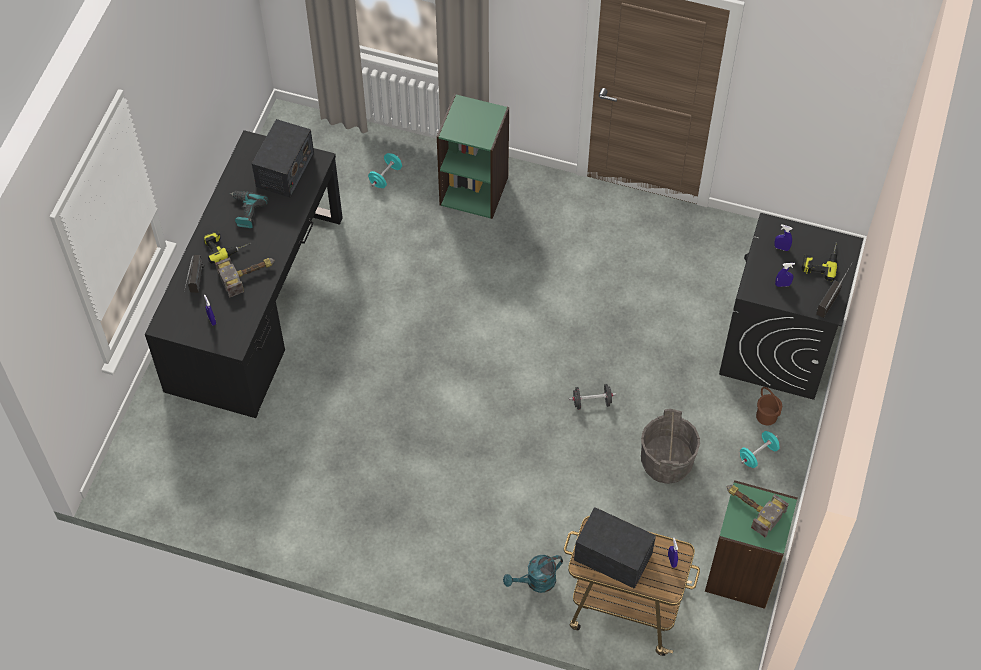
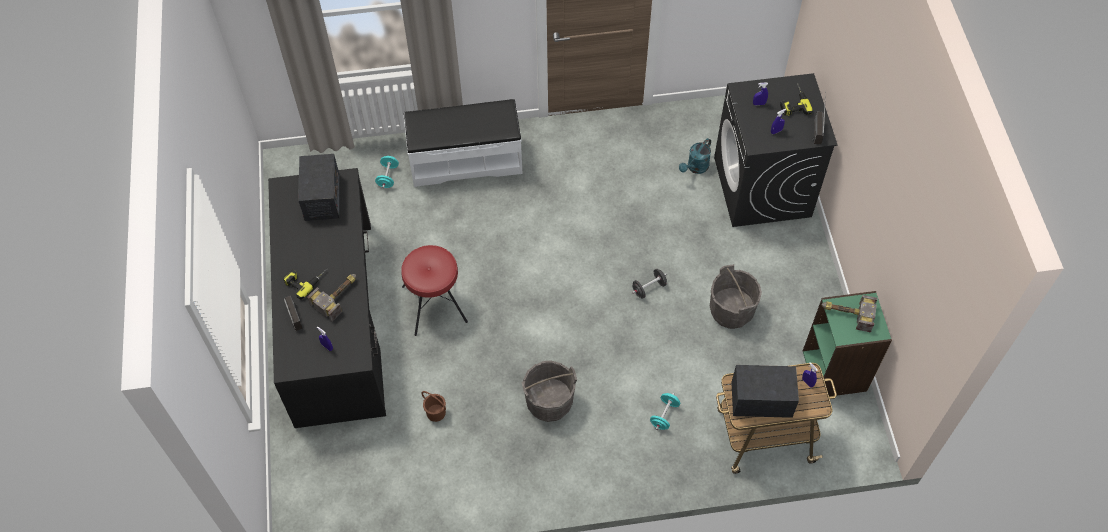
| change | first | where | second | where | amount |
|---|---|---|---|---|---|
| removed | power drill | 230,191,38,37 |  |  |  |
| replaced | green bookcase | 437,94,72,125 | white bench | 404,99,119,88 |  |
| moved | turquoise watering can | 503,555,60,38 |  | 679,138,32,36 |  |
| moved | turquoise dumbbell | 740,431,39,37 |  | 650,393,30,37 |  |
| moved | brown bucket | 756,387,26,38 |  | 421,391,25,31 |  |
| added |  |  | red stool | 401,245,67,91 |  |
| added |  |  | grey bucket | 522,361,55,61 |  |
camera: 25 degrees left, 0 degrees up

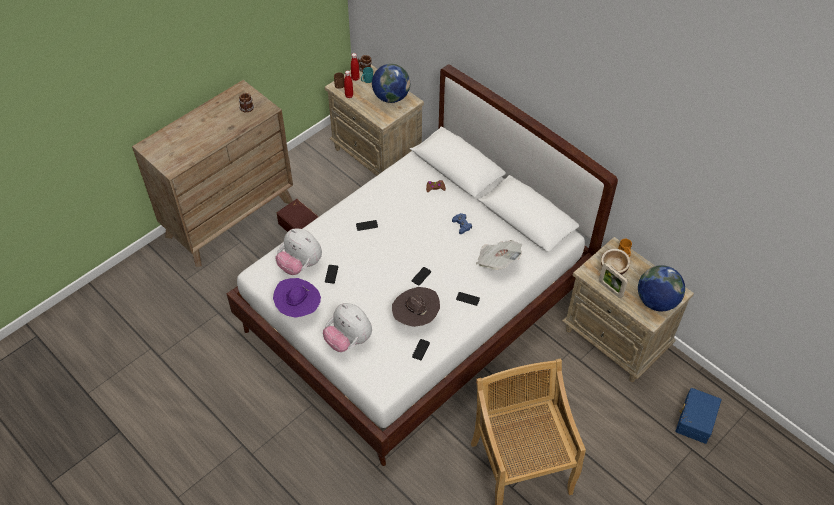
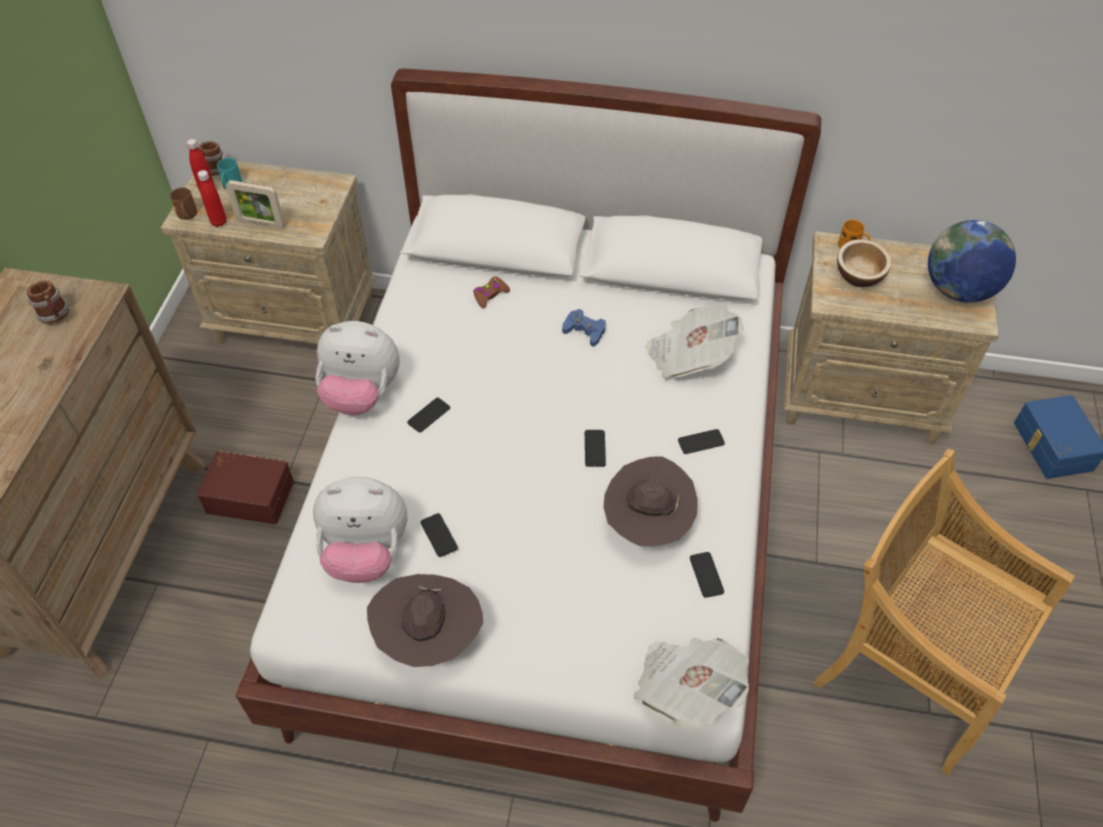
| change | first | where | second | where | amount |
|---|---|---|---|---|---|
| recoloured | purple hat | 273,278,48,40 | brown hat | 367,574,116,93 |  |
| moved | plush toy | 323,303,49,49 |  | 315,321,85,94 |  |
| removed | globe | 372,64,38,39 |  |  |  |
| moved | picture frame | 599,263,29,35 |  | 226,180,59,49 |  |
| added |  |  | newspaper | 633,638,116,91 |  |
camera: 35 degrees left, 0 degrees up

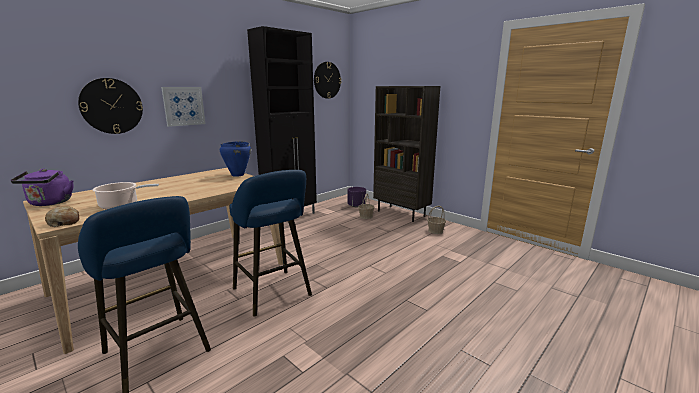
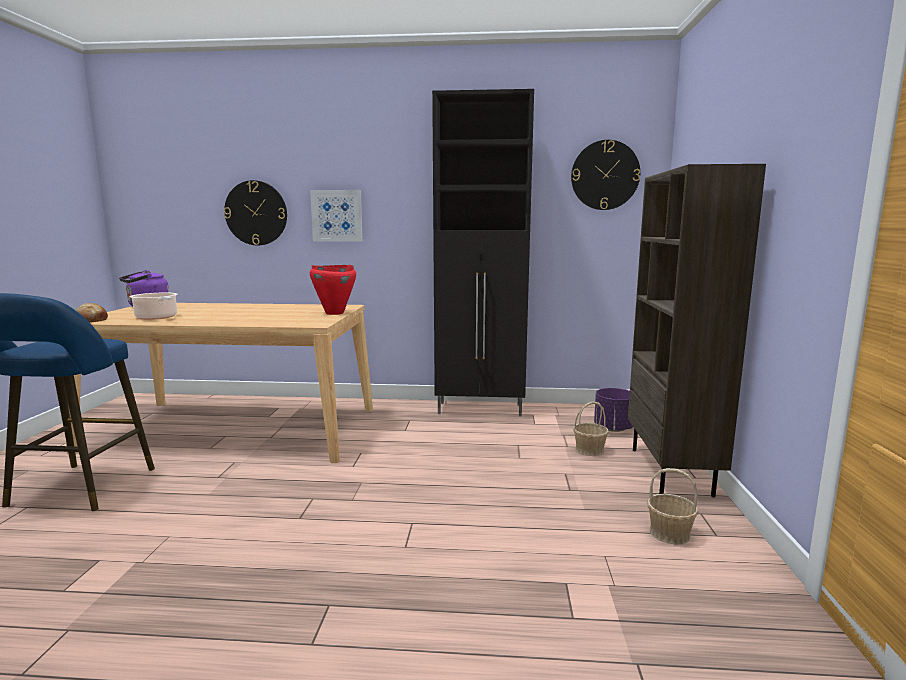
| change | first | where | second | where | amount |
|---|---|---|---|---|---|
| recoloured | blue cooking pot | 220,141,31,36 | red cooking pot | 310,265,46,50 |  |
| removed | blue stool | 229,170,83,147 |  |  |  |
camera: 50 degrees right, 5 degrees down

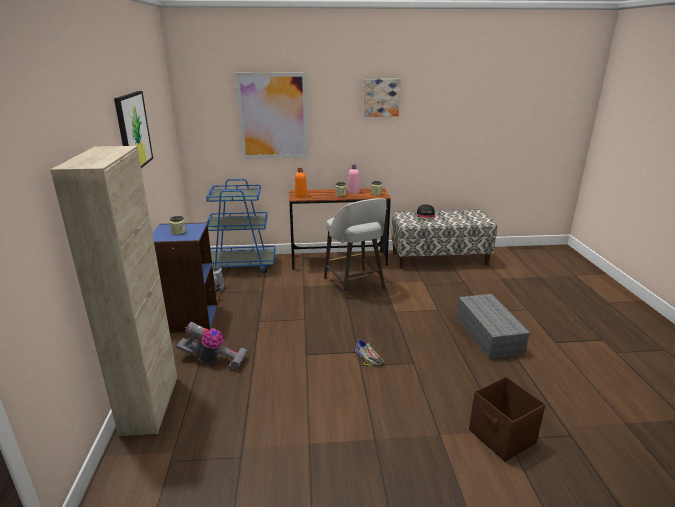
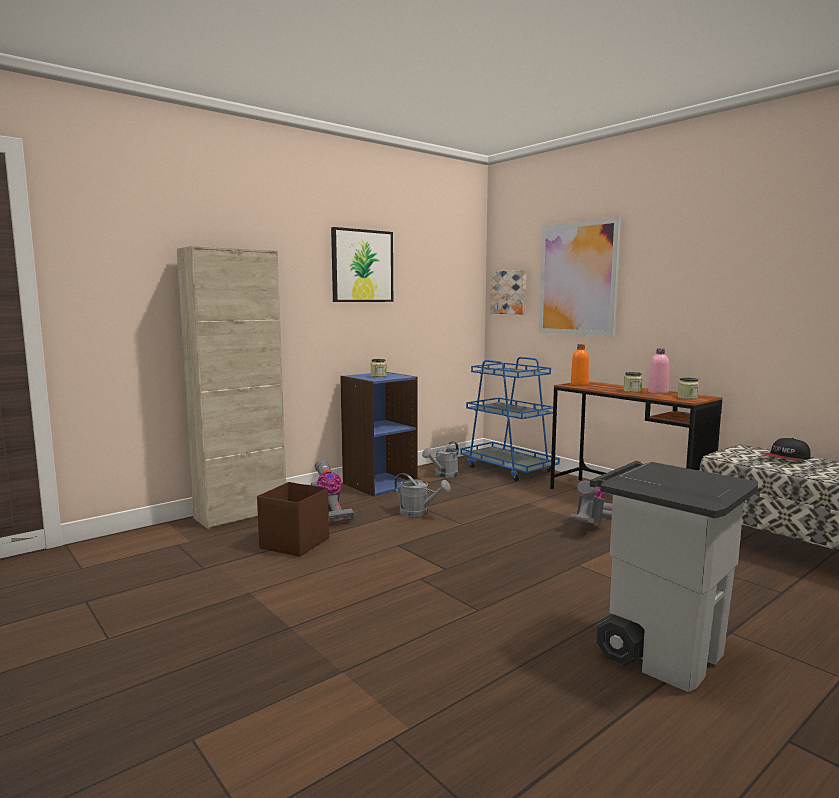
| change | first | where | second | where | amount |
|---|---|---|---|---|---|
| replaced | grey stool | 324,198,63,101 | vacuum cleaner | 571,481,41,44 |  |
| removed | shoe | 355,339,29,26 |  |  |  |
| moved | picture | 363,79,38,38 |  | 491,270,35,44 |  |
| replaced | grey storage box | 457,294,73,65 | grey trash can | 590,461,168,231 |  |
| moved | brown storage box | 469,377,77,85 |  | 257,482,72,75 |  |
| added |  |  | grey watering can | 394,473,57,44 |  |
camera: 55 degrees right, 15 degrees down

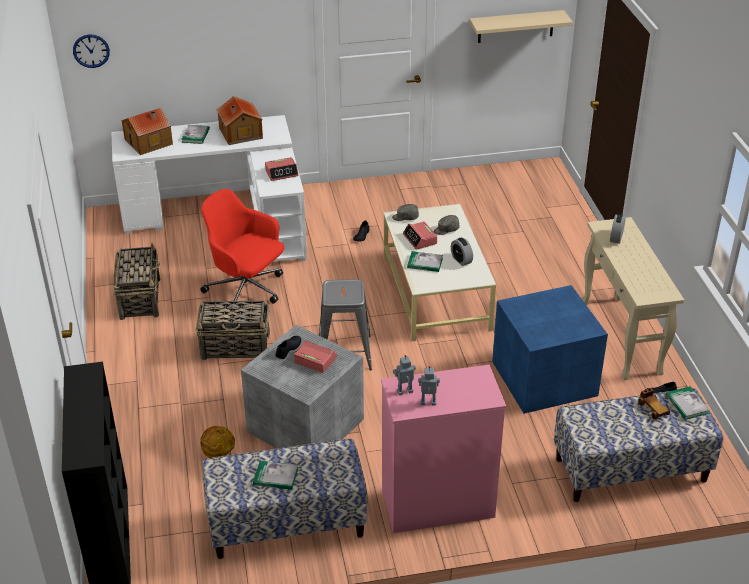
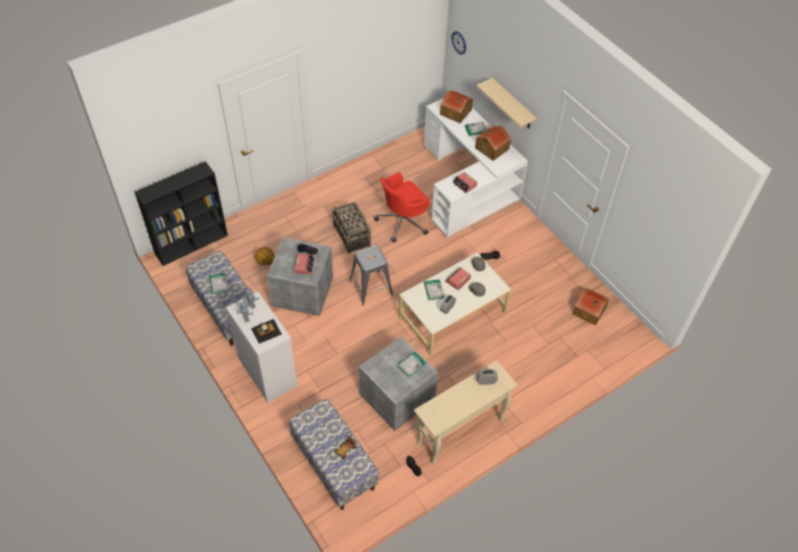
| change | first | where | second | where | amount |
|---|---|---|---|---|---|
| removed | basket | 113,243,47,77 |  |  |  |
| turned | red office chair | 200,189,84,115 |  | 374,173,56,70 | 135 degrees counterclockwise |
| recoloured | pink dresser | 381,365,125,168 | white dresser | 226,292,71,111 |  |
| moved | beige shelf | 469,10,104,33 |  | 476,78,61,50 |  |
| recoloured | blue storage box | 492,285,116,129 | grey storage box | 359,336,79,95 |  |
| moved | book | 666,386,44,34 |  | 397,352,29,25 |  |
| added |  |  | toy car | 251,319,31,25 |  |
| added |  |  | toy house | 572,287,38,39 |  |
camera: 65 degrees right, 15 degrees up

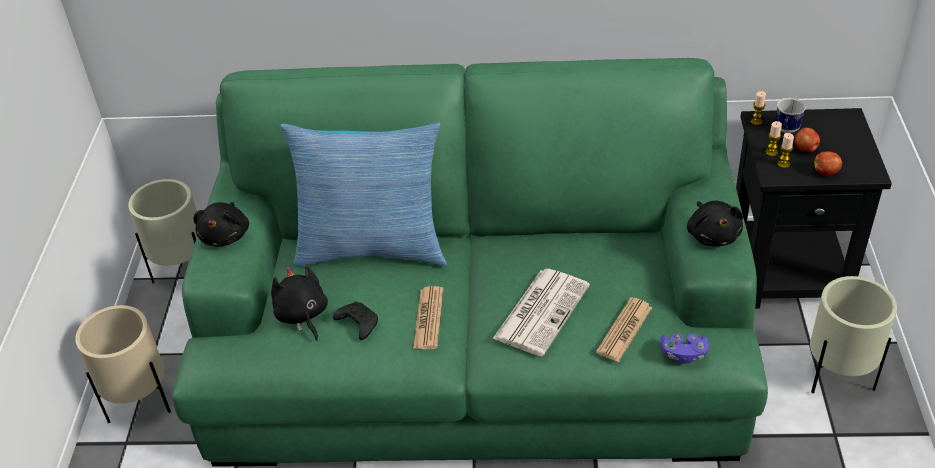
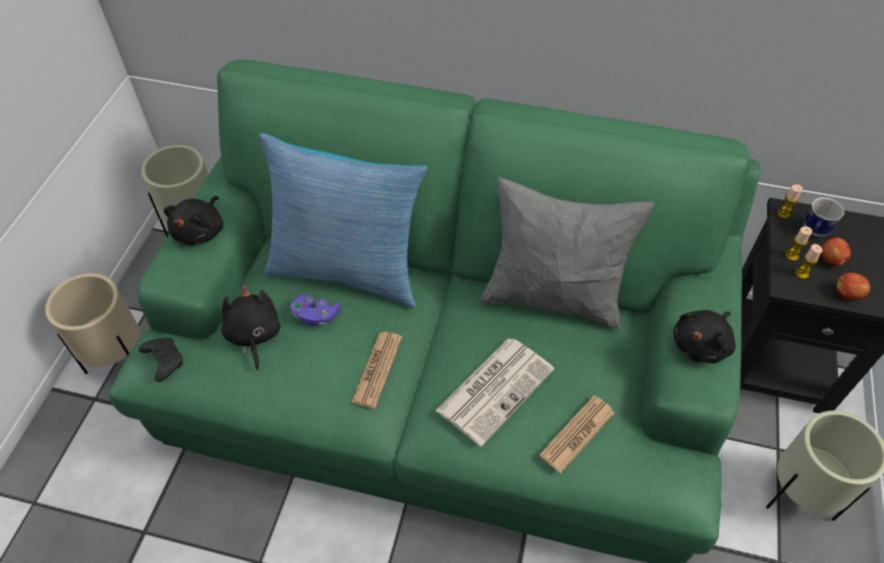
| change | first | where | second | where | amount |
|---|---|---|---|---|---|
| moved | black game controller | 333,301,45,39 |  | 139,338,44,44 |  |
| moved | purple game controller | 660,333,49,31 |  | 290,294,51,32 |  |
| turned | black plush toy | 687,201,56,45 |  | 673,310,63,53 | 45 degrees clockwise |
| added |  |  | grey pillow | 480,177,175,153 |  |
camera: 10 degrees right, 10 degrees up

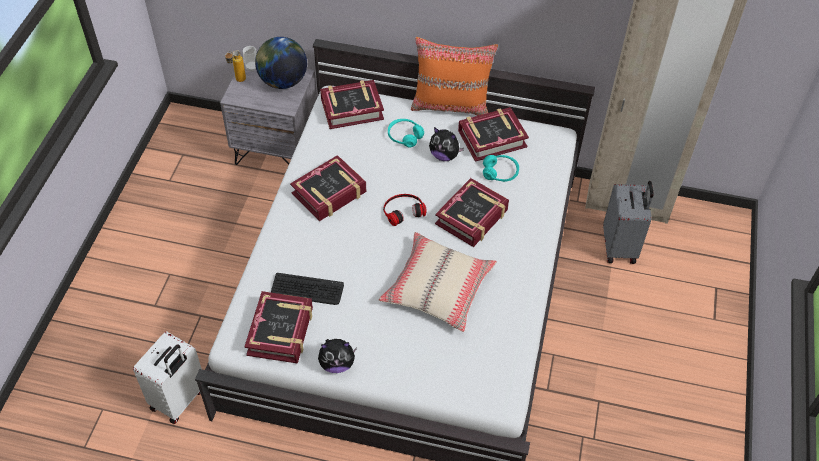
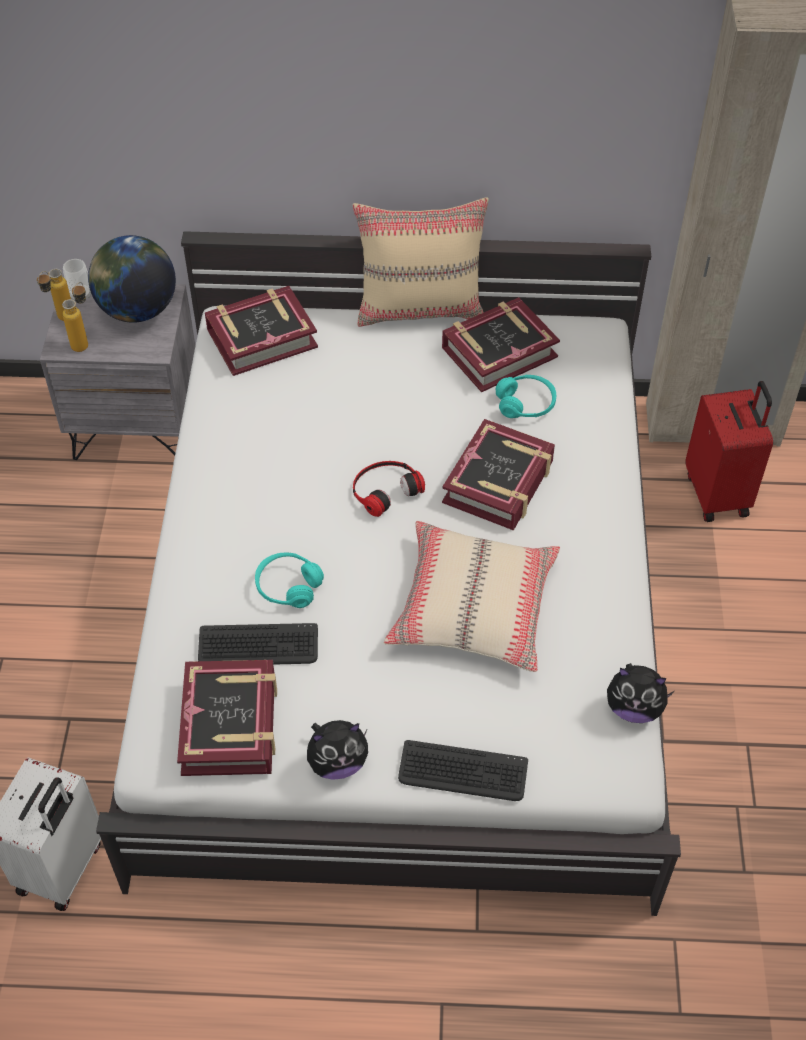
| change | first | where | second | where | amount |
|---|---|---|---|---|---|
| removed | book | 290,155,76,66 |  |  |  |
| moved | turquoise headphones | 388,119,36,28 |  | 255,553,69,55 |  |
| recoloured | orange pillow | 411,37,87,79 | beige pillow | 353,198,136,129 |  |
| moved | plush toy | 429,127,35,34 |  | 607,663,67,60 |  |
| recoloured | grey suitcase | 603,181,50,83 | red suitcase | 686,381,87,141 |  |
| added |  |  | bottle | 62,282,26,70 |  |
| added |  |  | keyboard | 398,740,130,61 |  |
camera: 10 degrees left, 0 degrees up

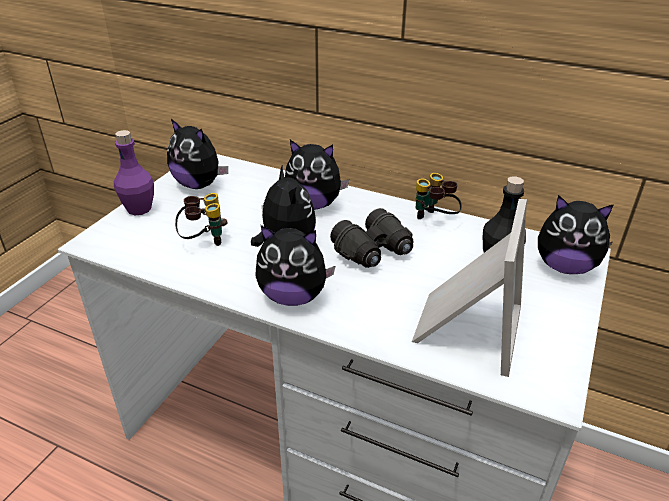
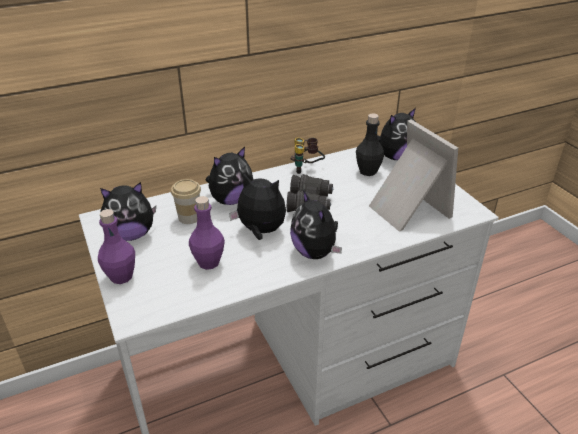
| change | first | where | second | where | amount |
|---|---|---|---|---|---|
| replaced | binoculars | 175,193,52,53 | purple bottle | 189,196,36,74 |  |
| turned | plush toy | 255,225,80,81 |  | 290,190,52,69 | 105 degrees clockwise |
| added |  |  | cup | 171,179,30,45 |  |
camera: 50 degrees left, 0 degrees up

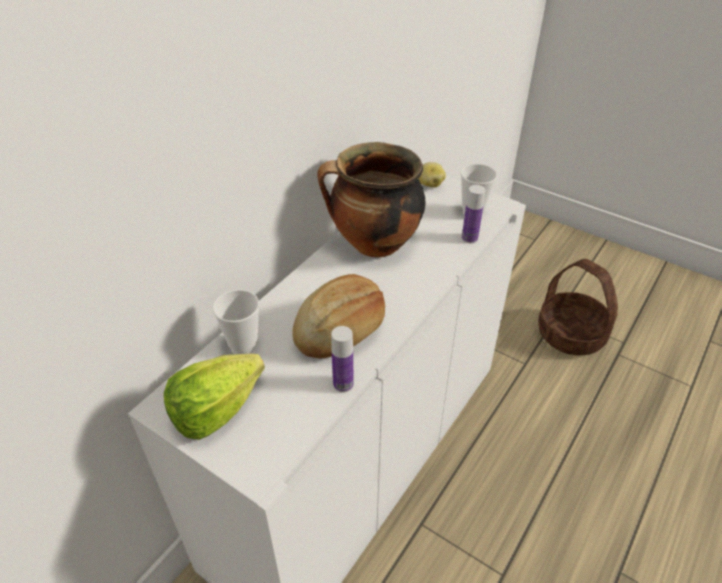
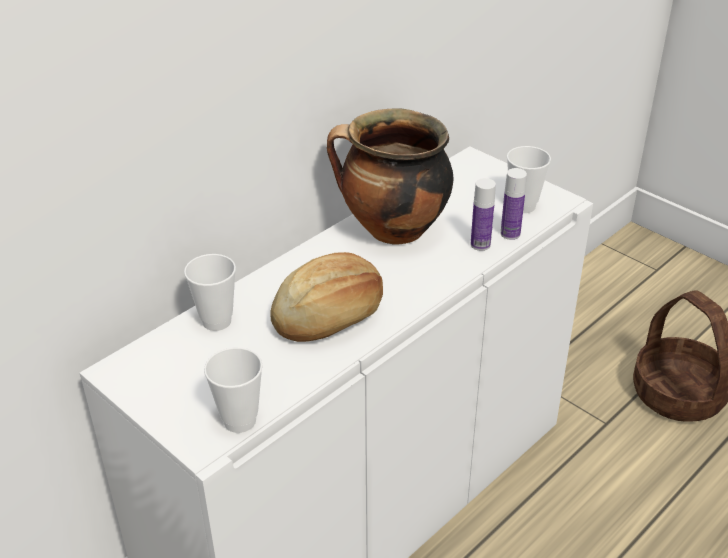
| change | first | where | second | where | amount |
|---|---|---|---|---|---|
| removed | lettuce | 164,354,101,86 |  |  |  |
| moved | bottle | 331,326,23,66 |  | 471,178,25,73 |  |
| removed | potato | 419,162,27,26 |  |  |  |
| added |  |  | cup | 204,347,59,86 |  |
camera: 10 degrees right, 5 degrees down

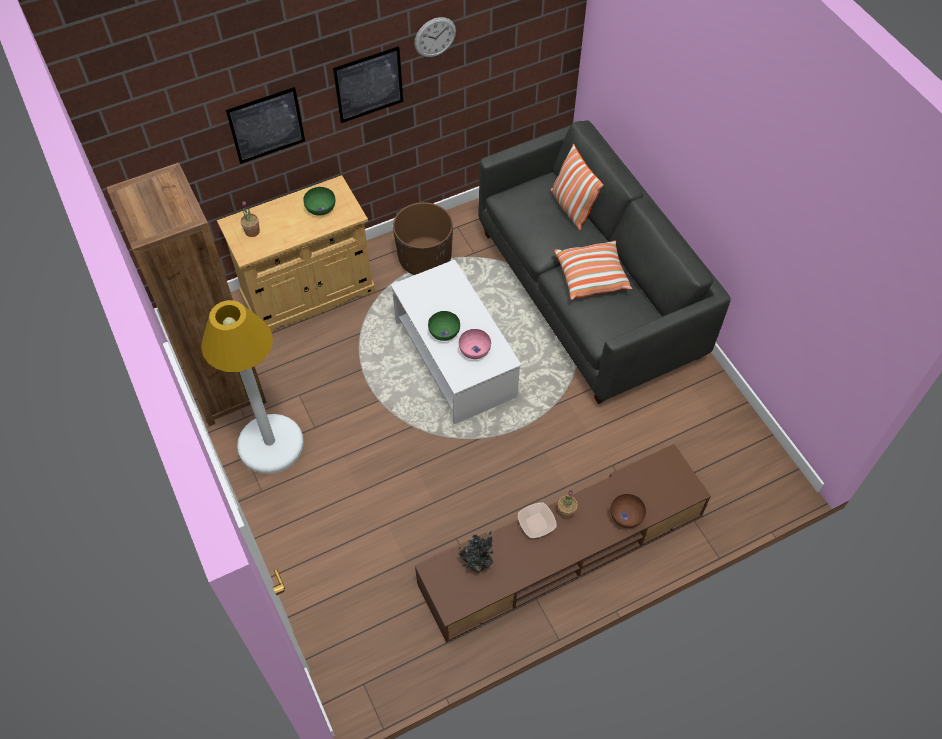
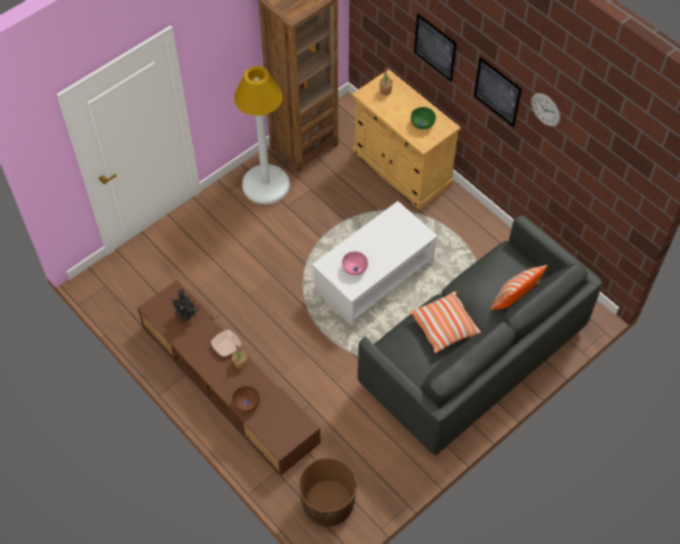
| change | first | where | second | where | amount |
|---|---|---|---|---|---|
| moved | brown planter | 393,202,60,73 |  | 299,457,58,69 |  |
| removed | green bowl | 428,311,32,30 |  |  |  |
camera: 75 degrees right, 0 degrees up

